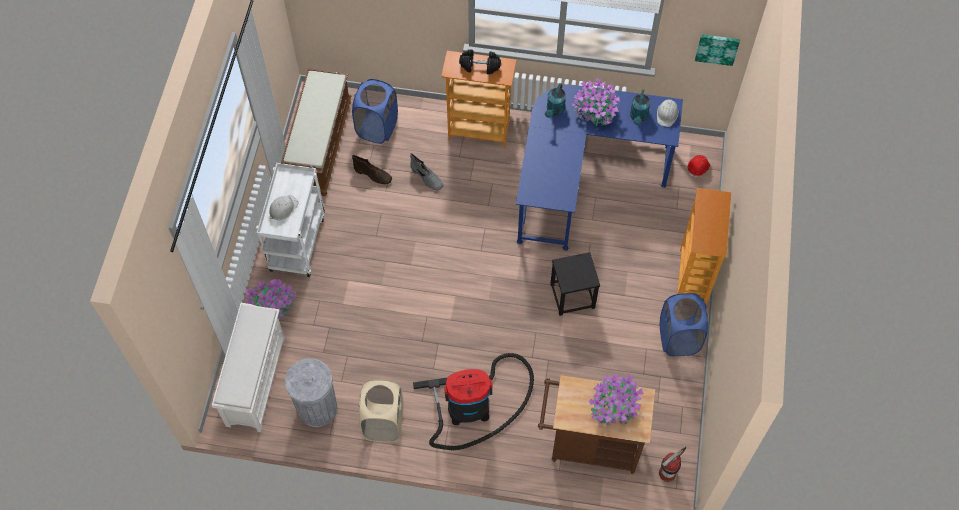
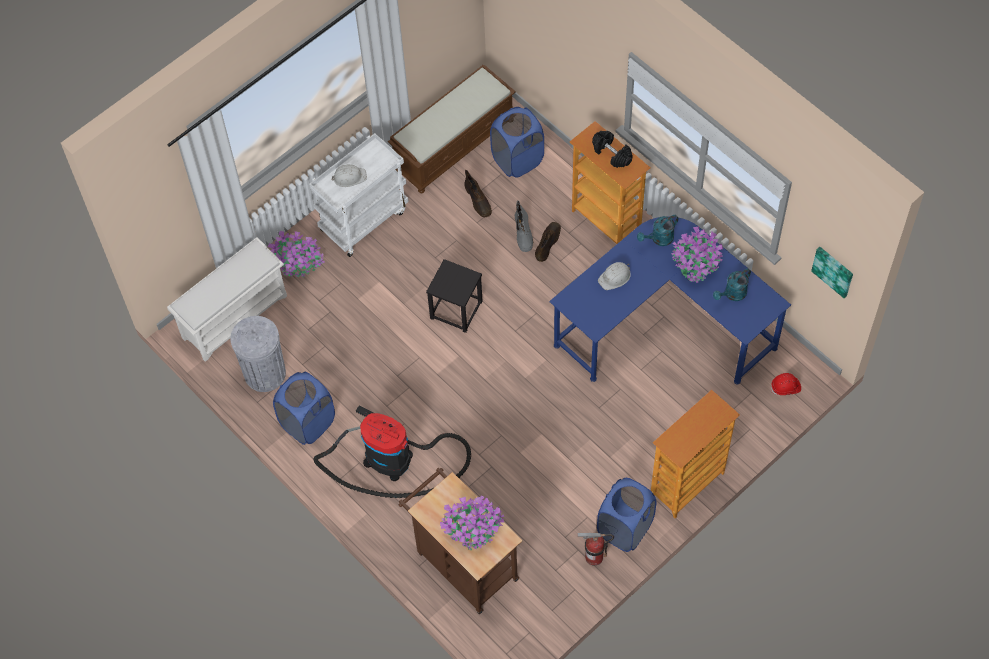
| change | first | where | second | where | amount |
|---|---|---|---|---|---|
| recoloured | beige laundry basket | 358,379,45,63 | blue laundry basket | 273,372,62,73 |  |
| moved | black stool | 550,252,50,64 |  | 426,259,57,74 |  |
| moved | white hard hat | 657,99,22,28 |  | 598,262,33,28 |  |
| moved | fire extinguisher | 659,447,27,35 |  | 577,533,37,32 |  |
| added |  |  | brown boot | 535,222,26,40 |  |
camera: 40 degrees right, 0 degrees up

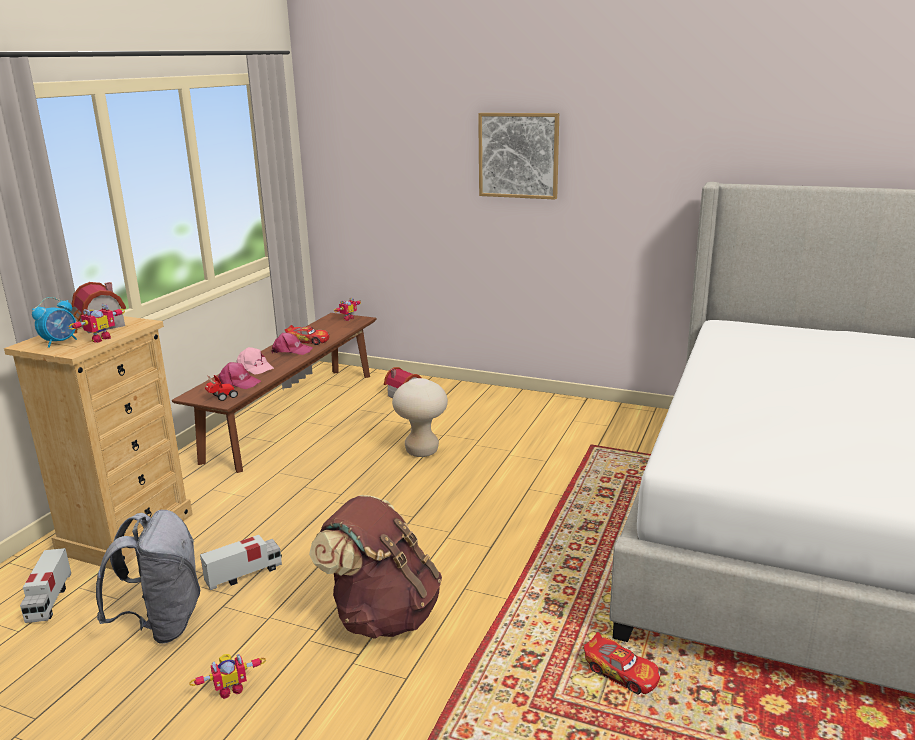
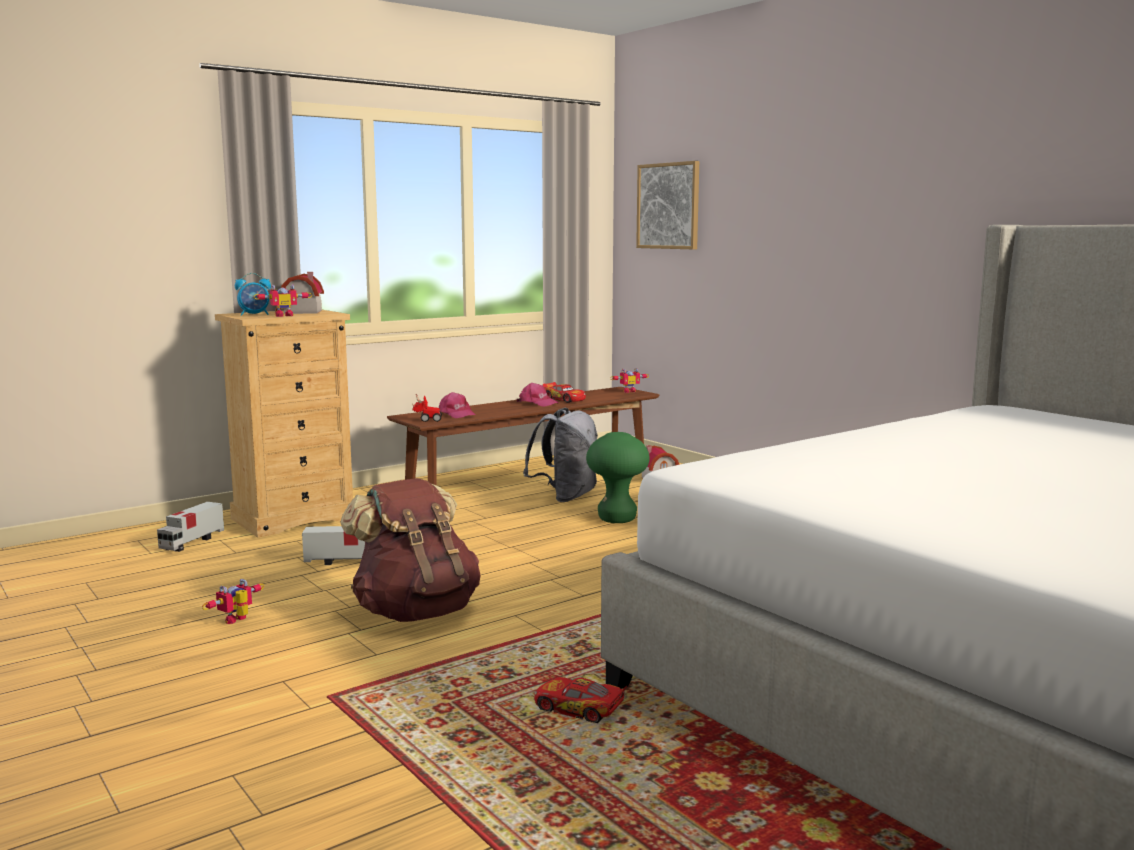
| change | first | where | second | where | amount |
|---|---|---|---|---|---|
| moved | grey backpack | 96,510,104,134 |  | 523,408,75,94 |  |
| turned | toy robot | 189,654,77,45 |  | 202,579,62,45 | 120 degrees clockwise |
| removed | pink cap | 236,347,38,28 |  |  |  |
| recoloured | beige stool | 392,378,56,79 | green stool | 586,432,64,91 |  |
| moved | picture | 478,113,81,87 |  | 636,161,63,88 |  |
| turned | toy car | 584,632,76,63 |  | 534,677,93,46 | 135 degrees clockwise |
camera: 30 degrees right, 10 degrees down

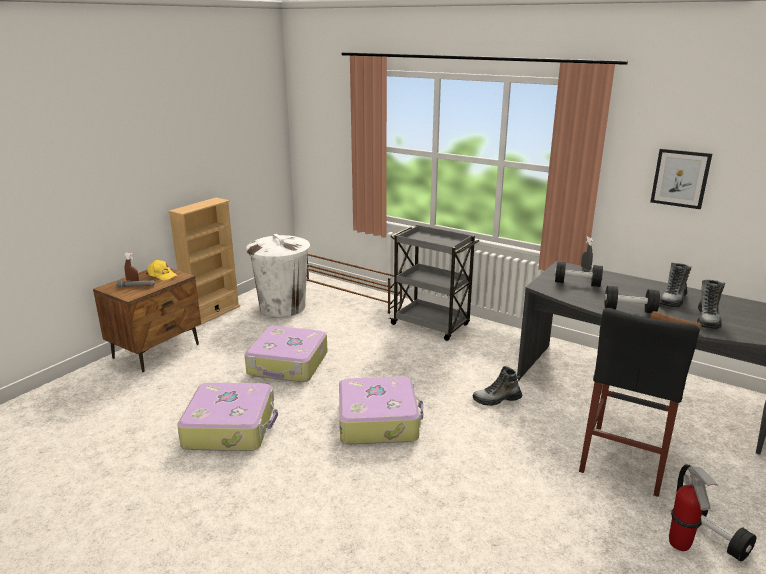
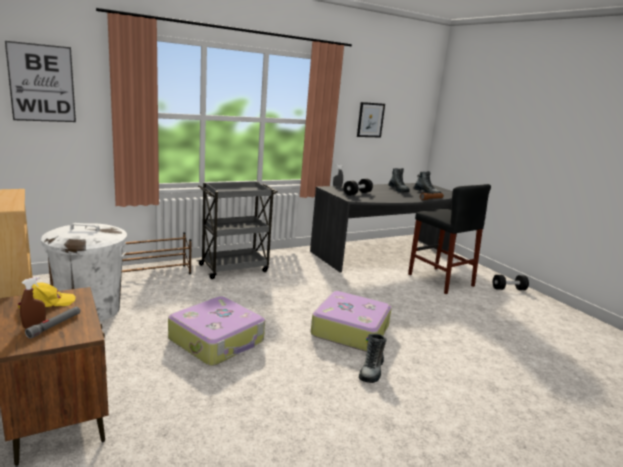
| change | first | where | second | where | amount |
|---|---|---|---|---|---|
| removed | suitcase | 177,382,101,69 |  |  |  |
| moved | boot | 473,366,49,40 |  | 359,333,28,50 |  |
| removed | black dumbbell | 605,286,55,27 |  |  |  |
| removed | fire extinguisher | 669,464,49,87 |  |  |  |
| added |  |  | picture | 5,41,71,81 |  |
camera: 65 degrees left, 5 degrees down

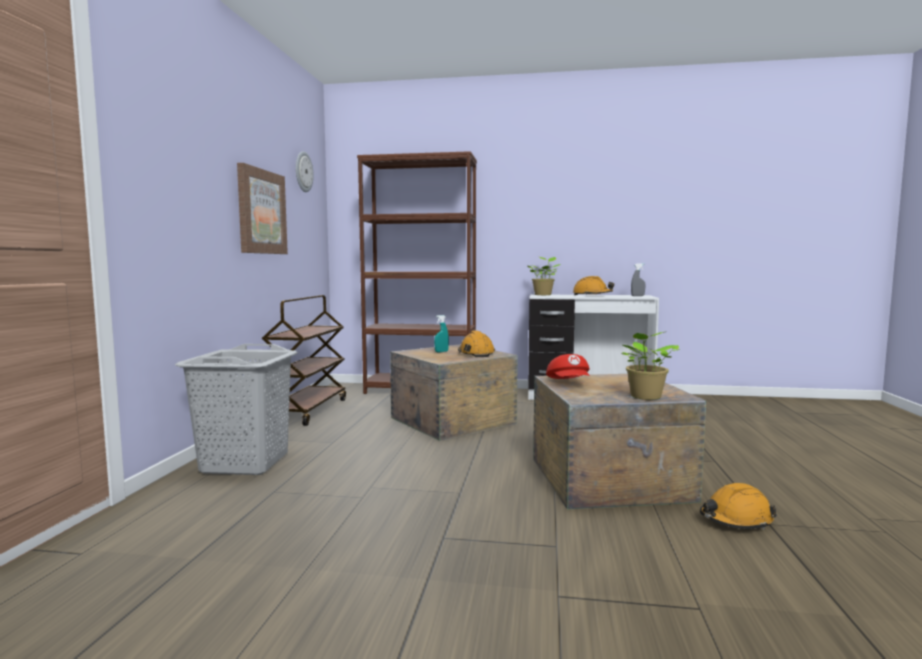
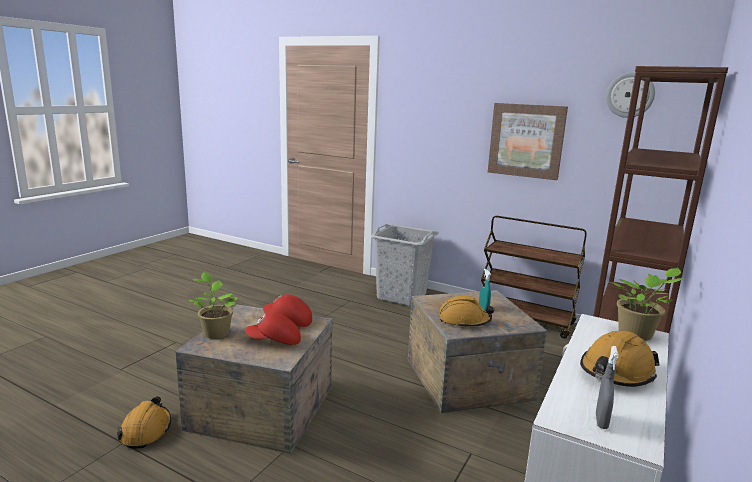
| change | first | where | second | where | amount |
|---|---|---|---|---|---|
| added |  |  | red cap | 245,312,56,33 |  |
camera: 110 degrees right, 10 degrees up

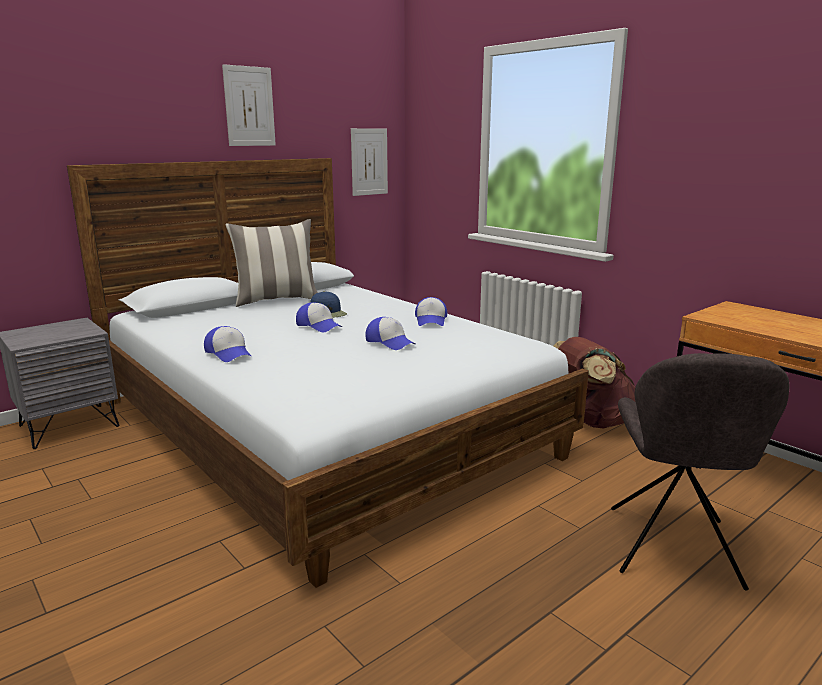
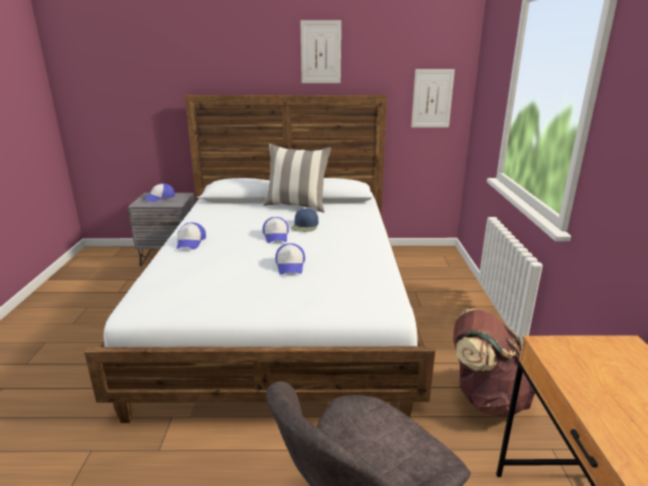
| change | first | where | second | where | amount |
|---|---|---|---|---|---|
| moved | cap | 415,297,32,29 |  | 143,183,32,19 |  |
camera: 40 degrees right, 5 degrees up

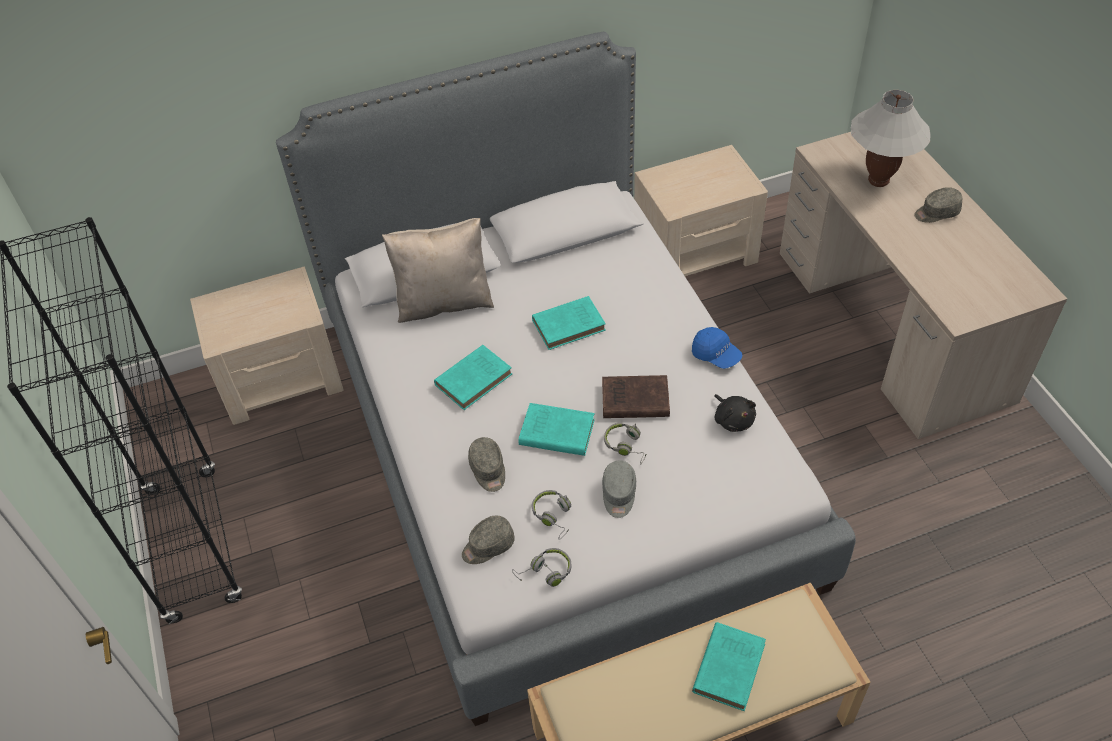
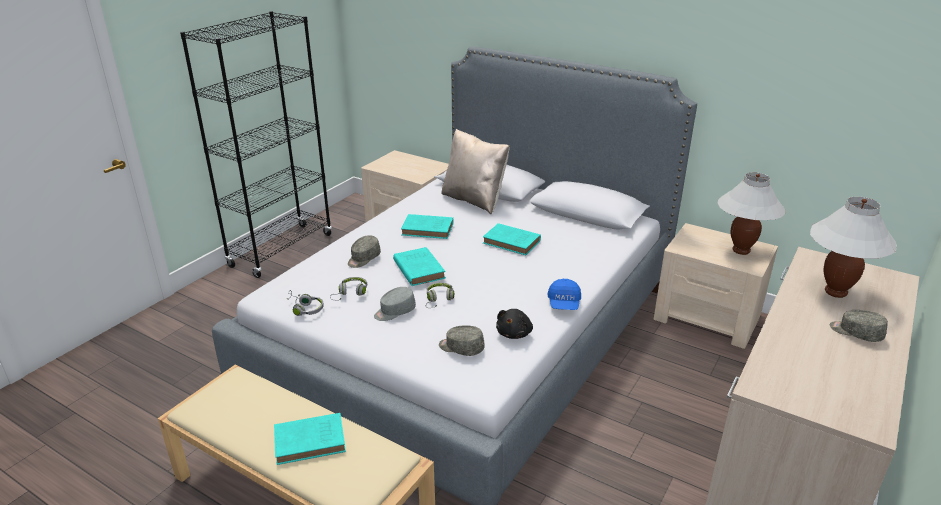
| change | first | where | second | where | amount |
|---|---|---|---|---|---|
| moved | grey cap | 462,515,53,49 |  | 439,325,46,31 |  |
| removed | brown book | 602,375,68,43 |  |  |  |
| added |  |  | white table lamp | 718,172,67,83 |  |
camera: 50 degrees right, 20 degrees down

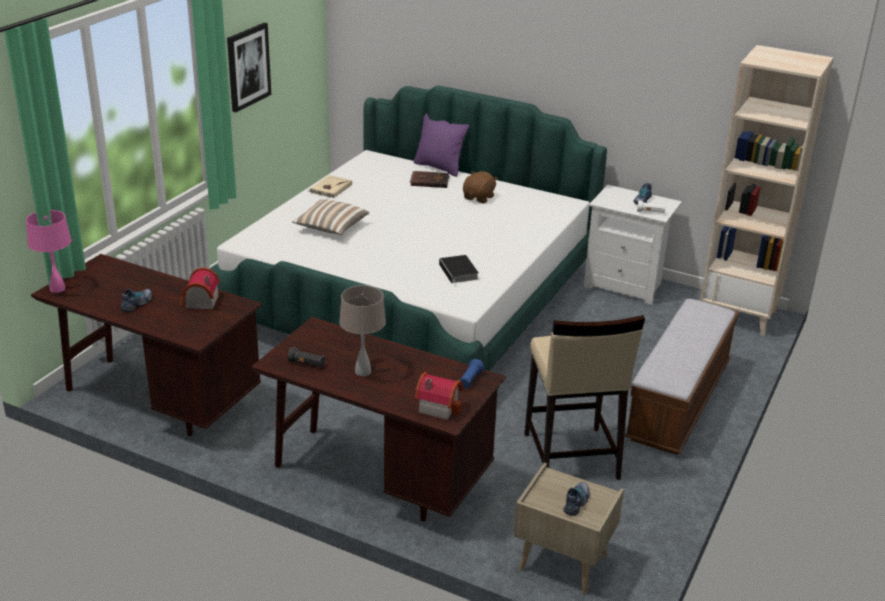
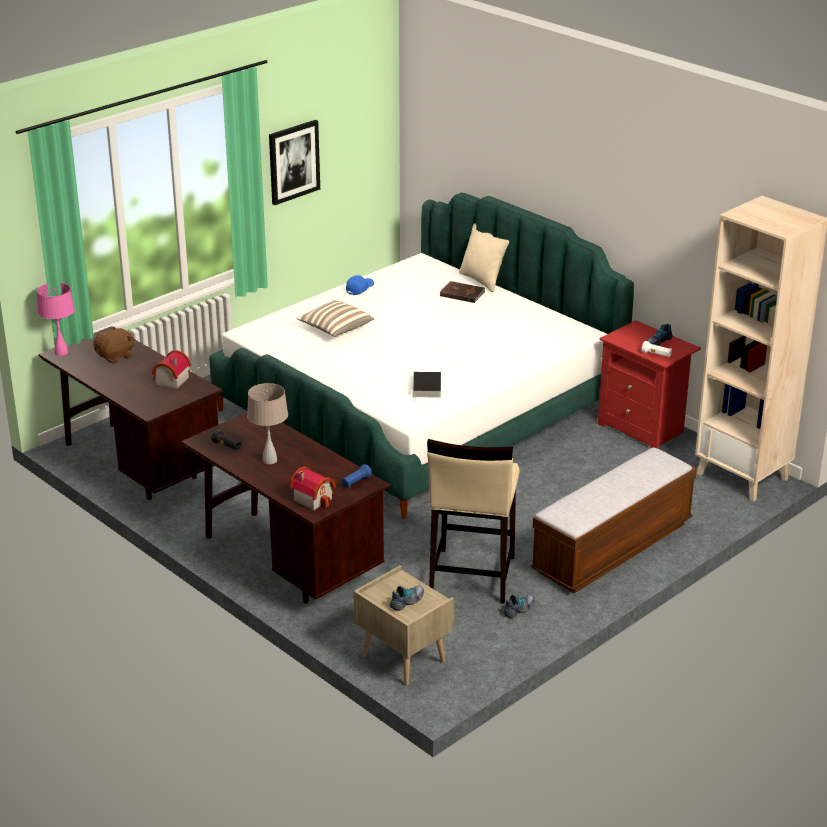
| change | first | where | second | where | amount |
|---|---|---|---|---|---|
| moved | shoe | 120,289,32,23 |  | 503,595,31,23 |  |
| replaced | beige book | 309,175,43,23 | blue cap | 346,275,28,20 |  |
| recoloured | purple pillow | 414,113,55,64 | beige pillow | 459,223,50,69 |  |
| moved | brown plush toy | 463,171,35,32 |  | 93,327,41,37 |  |
| recoloured | white nightstand | 584,185,98,120 | red nightstand | 598,320,103,129 |  |
camera: 20 degrees right, 0 degrees up

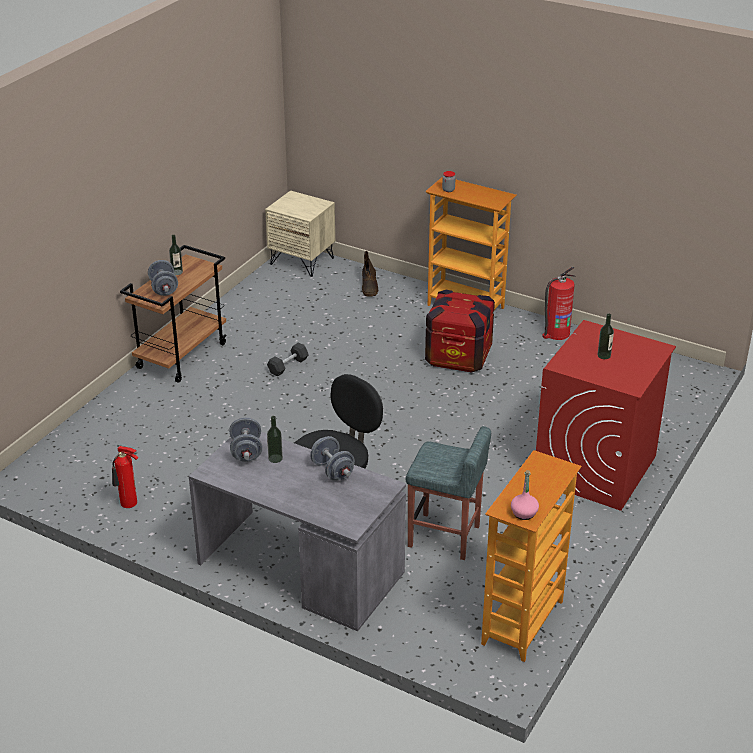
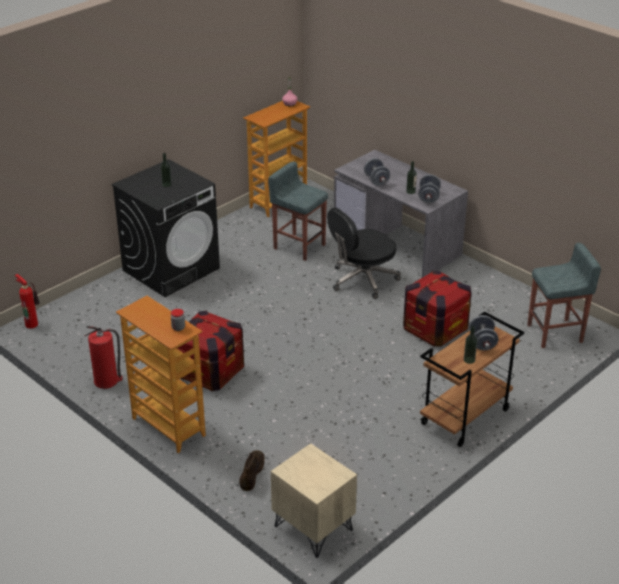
| change | first | where | second | where | amount |
|---|---|---|---|---|---|
| moved | fire extinguisher | 112,446,26,62 |  | 15,274,25,55 |  |
| removed | black dumbbell | 267,343,42,34 |  |  |  |
| recoloured | red washing machine | 536,320,140,191 | black washing machine | 111,159,109,138 |  |
| added |  |  | crate | 403,271,69,75 |  |
| added |  |  | grey stool | 527,243,74,105 |  |
camera: 165 degrees left, 0 degrees up

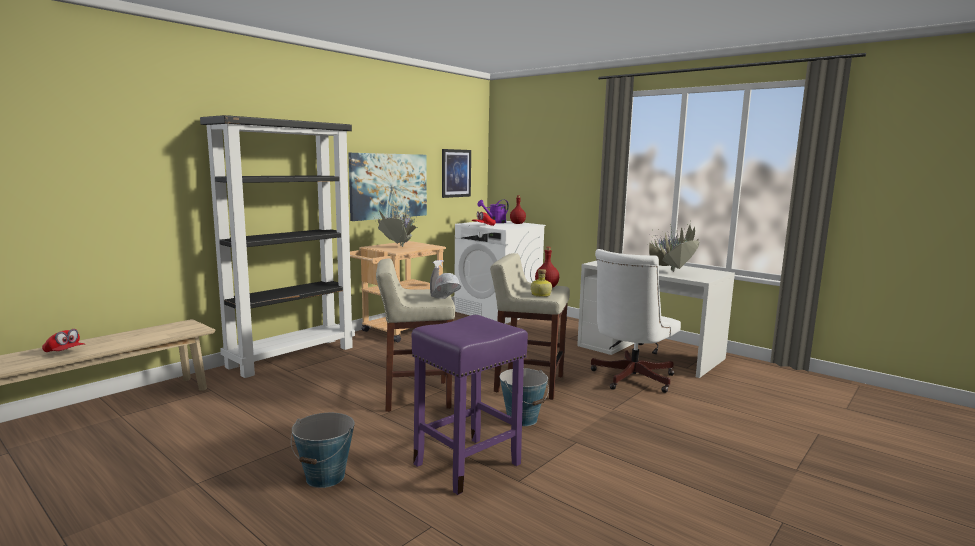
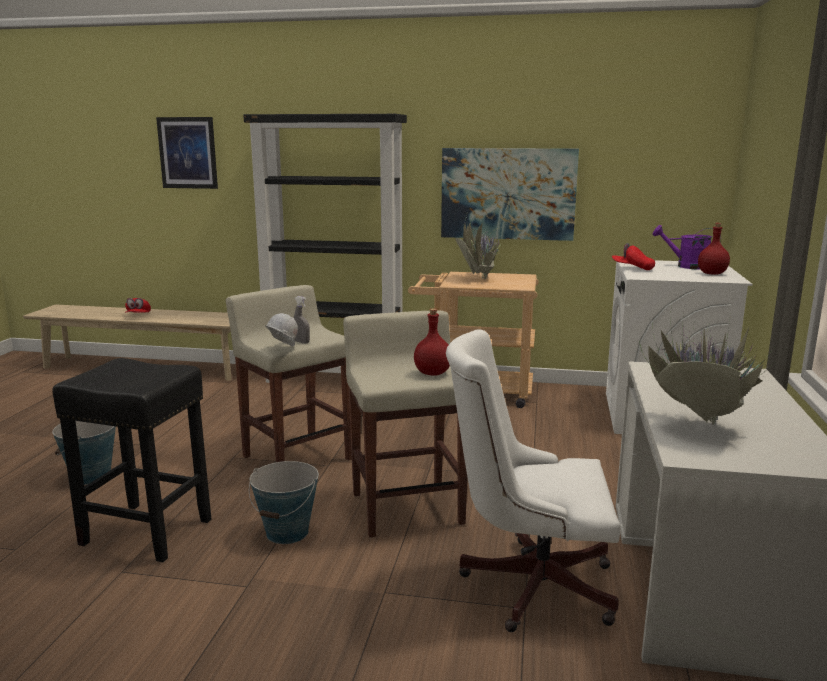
| change | first | where | second | where | amount |
|---|---|---|---|---|---|
| recoloured | purple stool | 412,315,116,180 | black stool | 52,358,159,204 |  |
| moved | picture | 442,149,29,49 |  | 156,117,62,72 |  |
| removed | bottle | 531,269,21,28 |  |  |  |
camera: 60 degrees right, 5 degrees up

